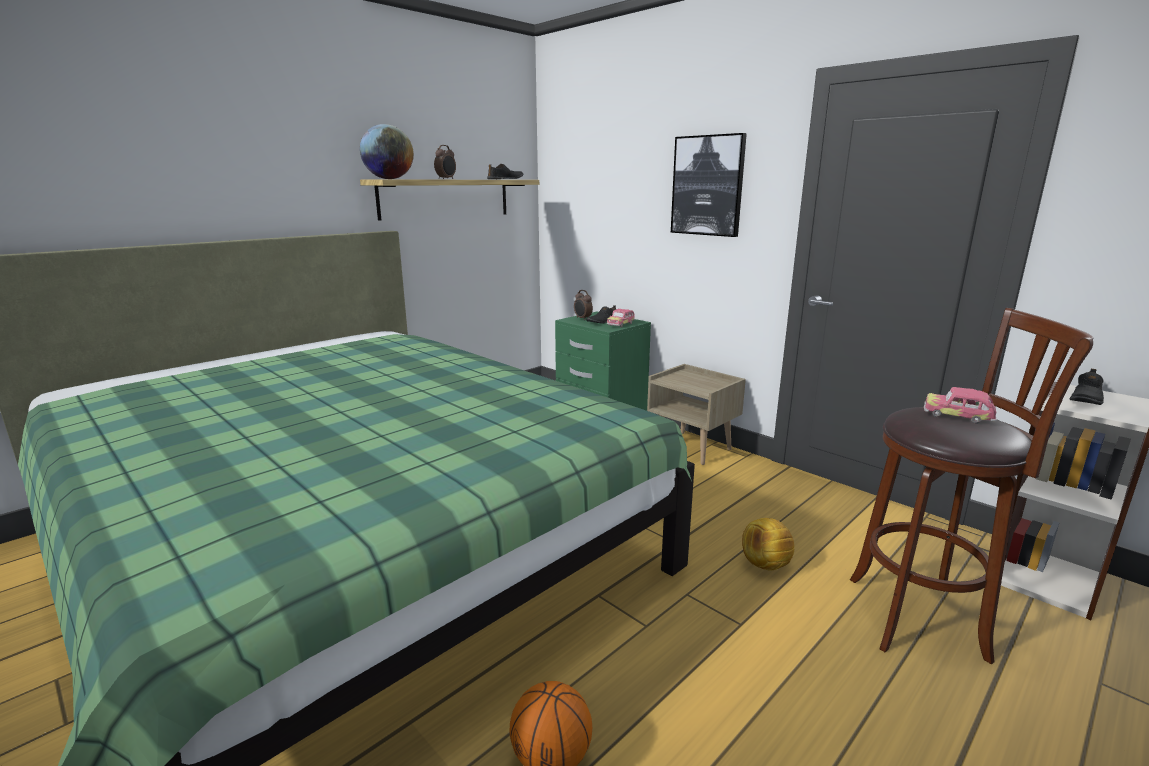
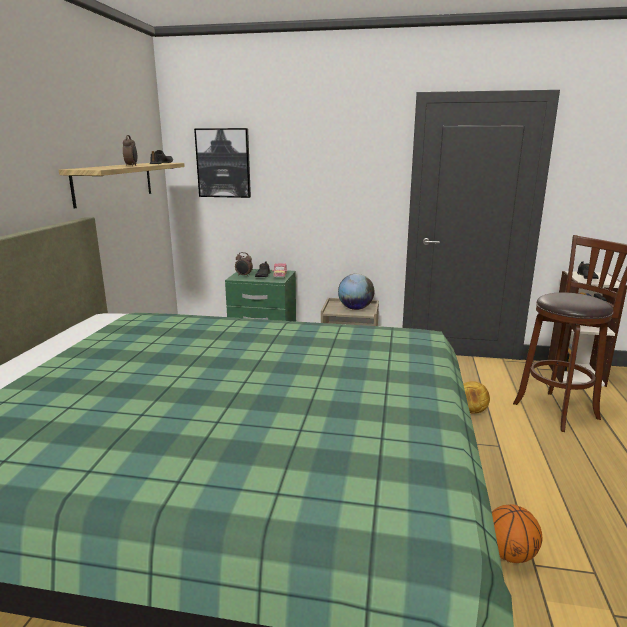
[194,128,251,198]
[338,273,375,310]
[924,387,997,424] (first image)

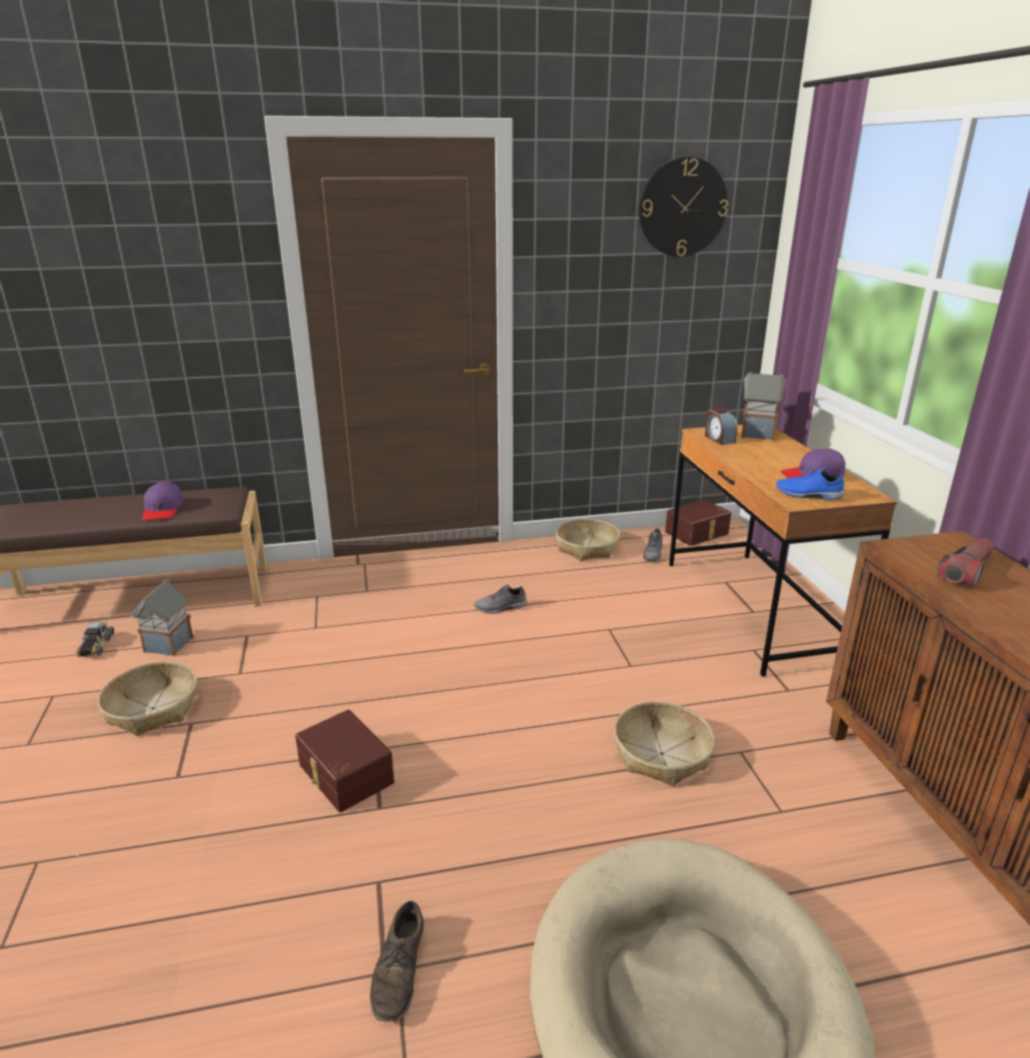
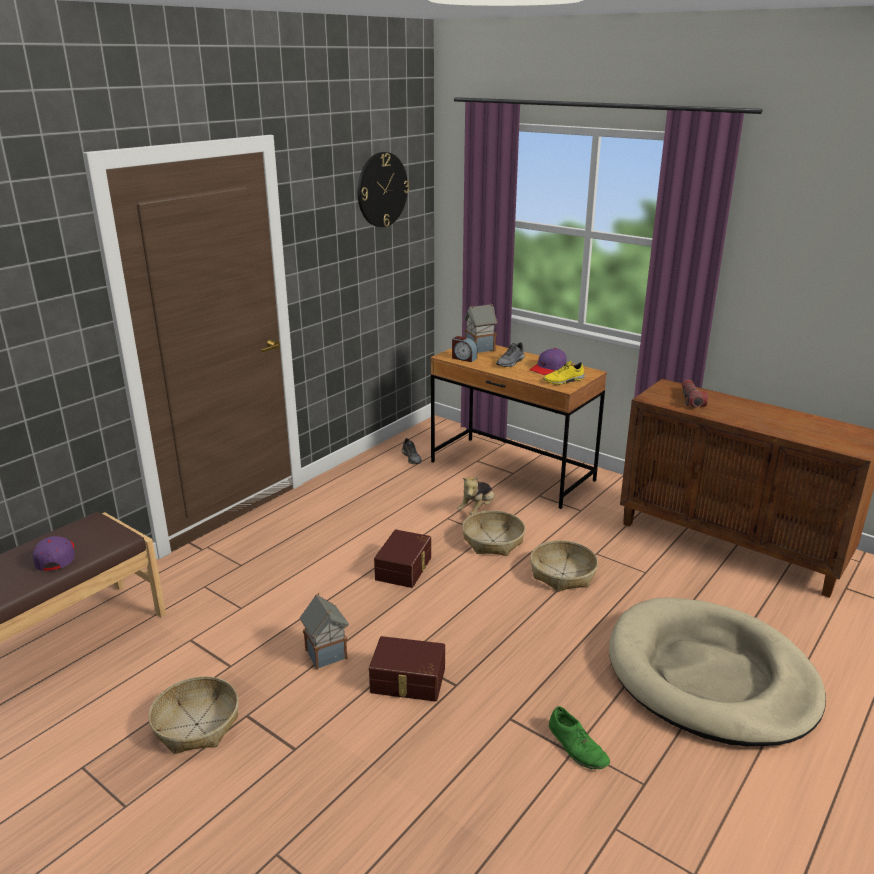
[33,536,75,571]
[300,593,349,670]
[374,530,431,588]
[457,476,495,515]
[462,510,525,556]
[496,342,525,367]
[543,361,585,385]
[549,706,610,769]
[76,617,114,657] (first image)

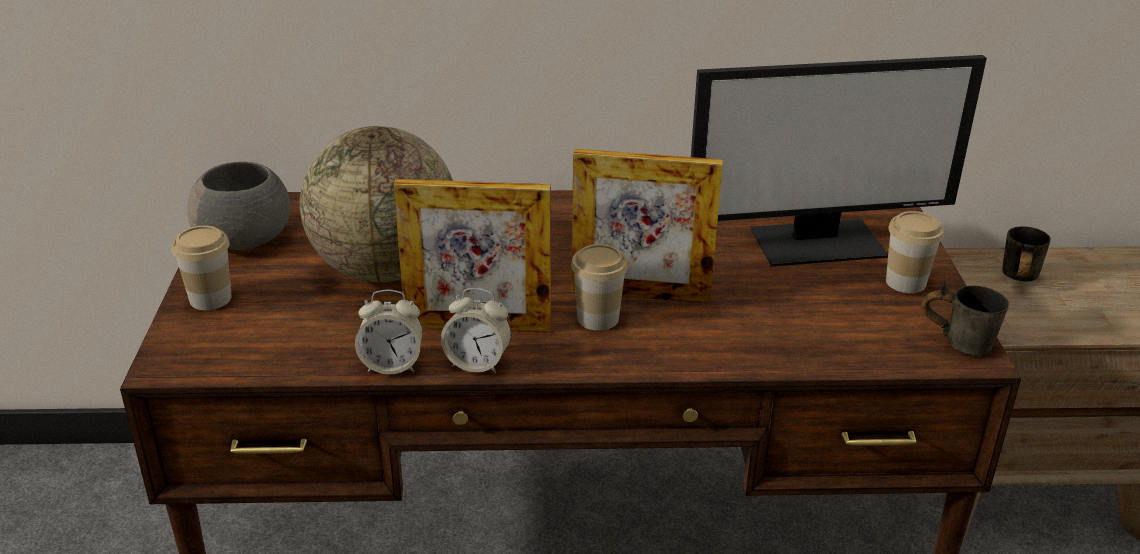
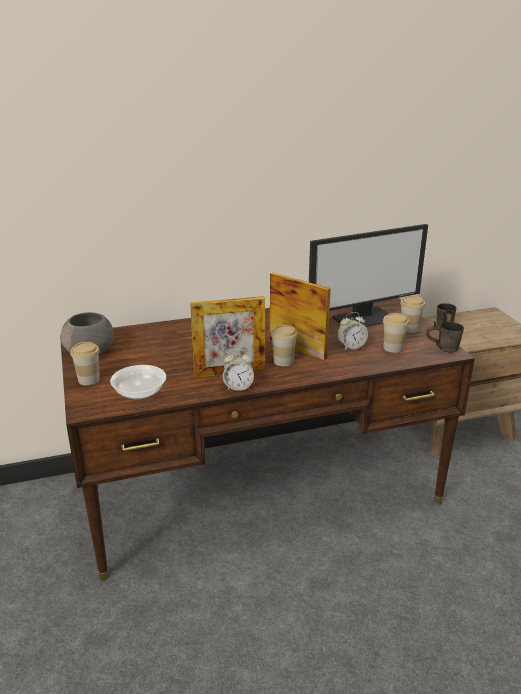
[110,365,166,399]
[270,272,331,360]
[337,312,368,350]
[383,313,409,353]
[300,126,453,282] (first image)

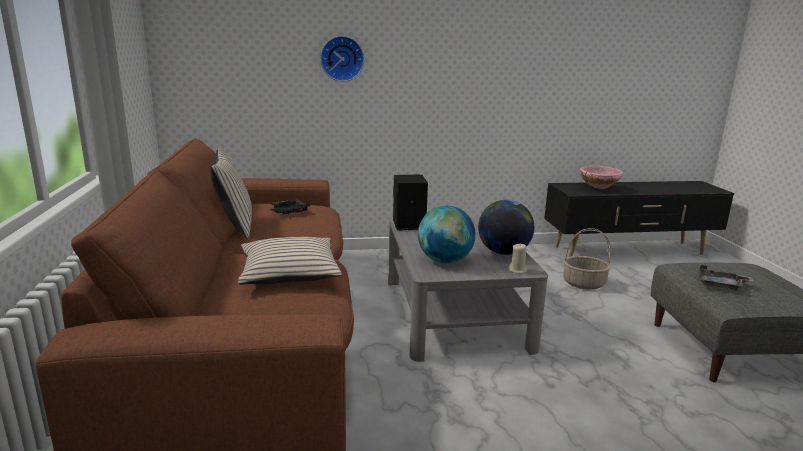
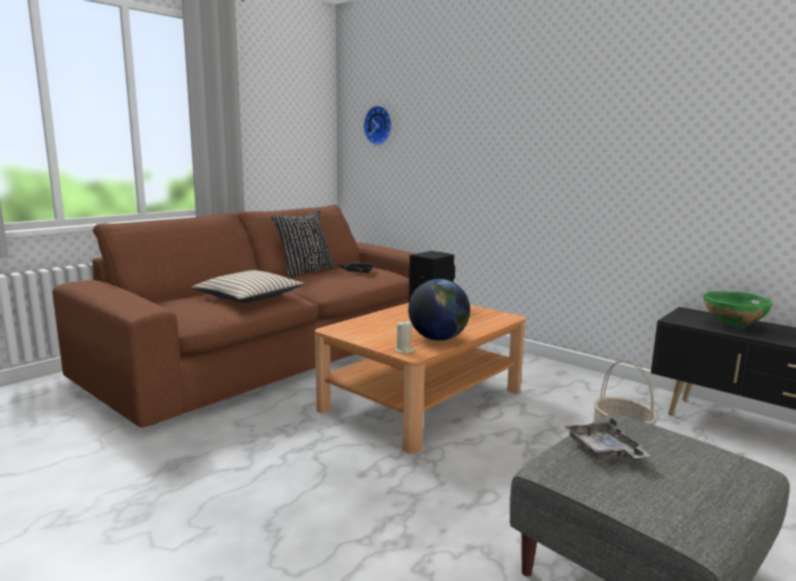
[271,210,336,279]
[315,303,526,454]
[364,106,392,146]
[704,291,773,326]
[418,206,476,263] (first image)

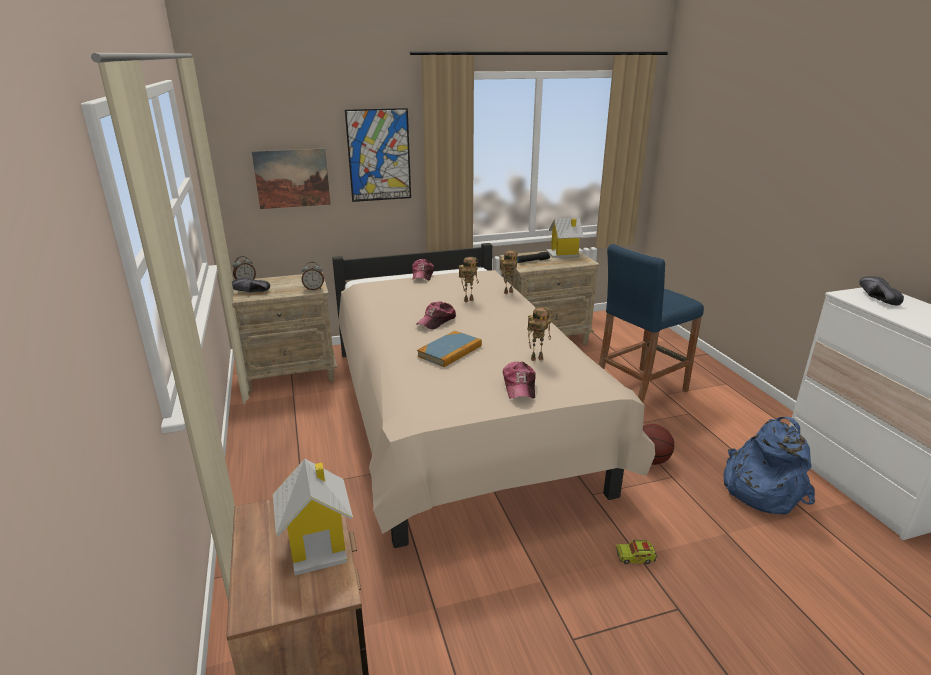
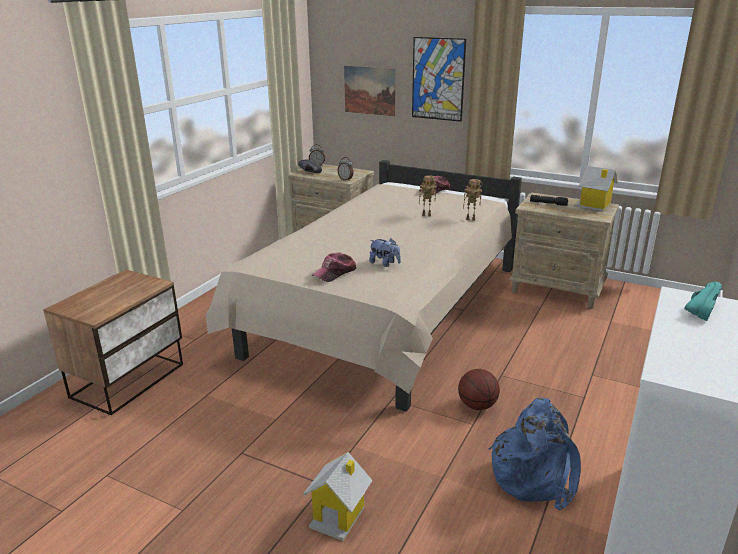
[303,452,373,541]
[369,238,401,267]
[684,281,722,321]
[417,301,456,330] (first image)
[417,331,482,367] (first image)
[599,244,704,403] (first image)
[615,538,657,564] (first image)

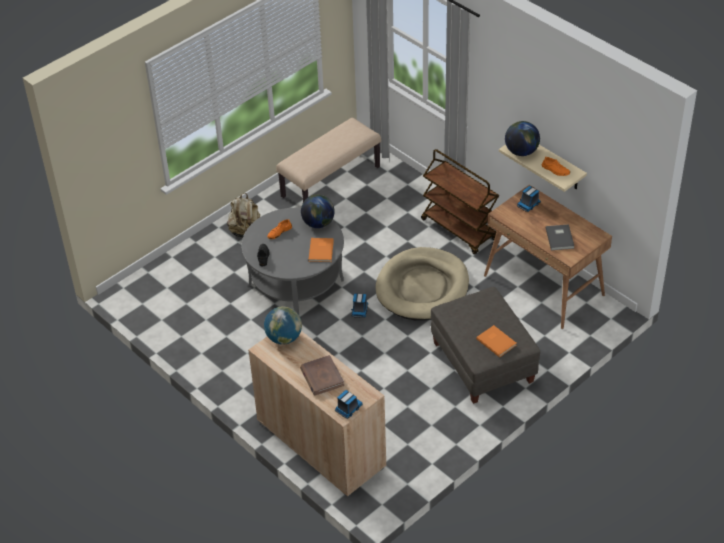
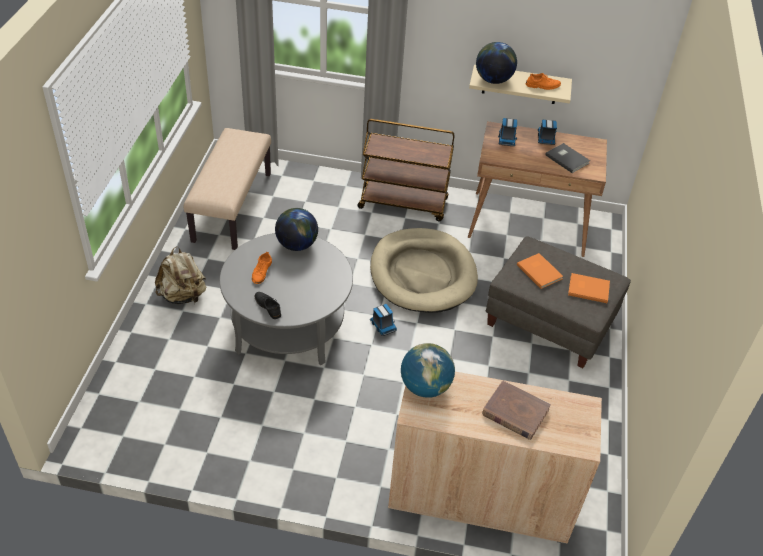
[517,253,563,289]
[538,120,557,145]

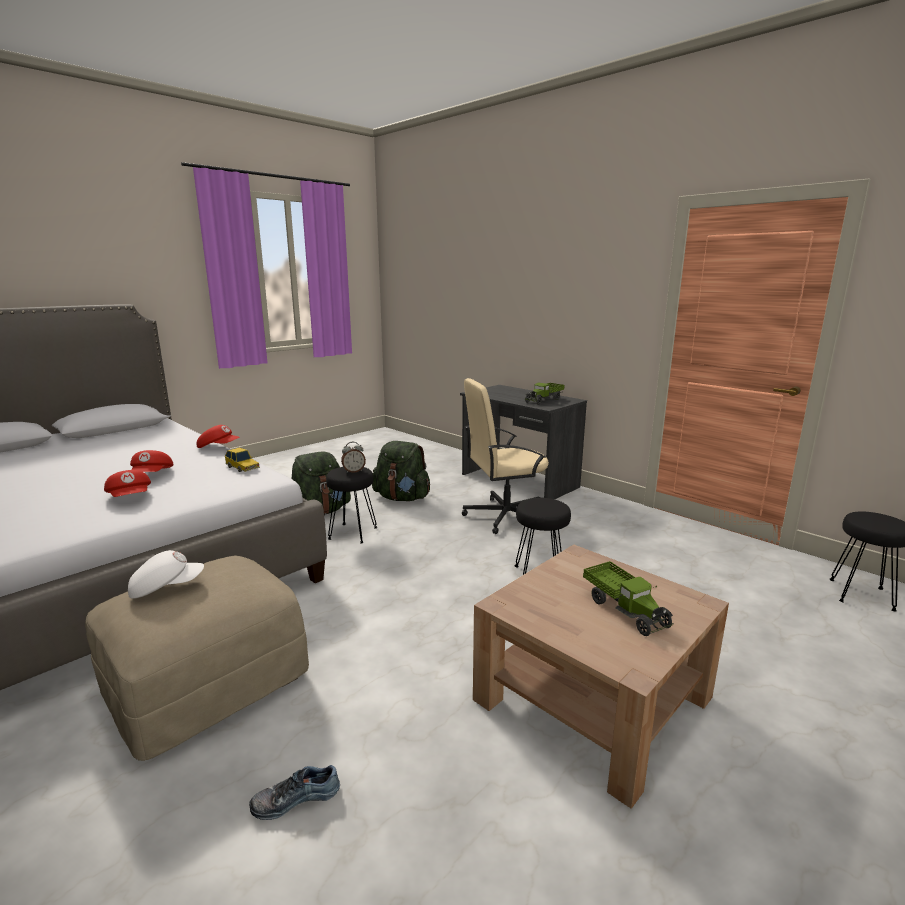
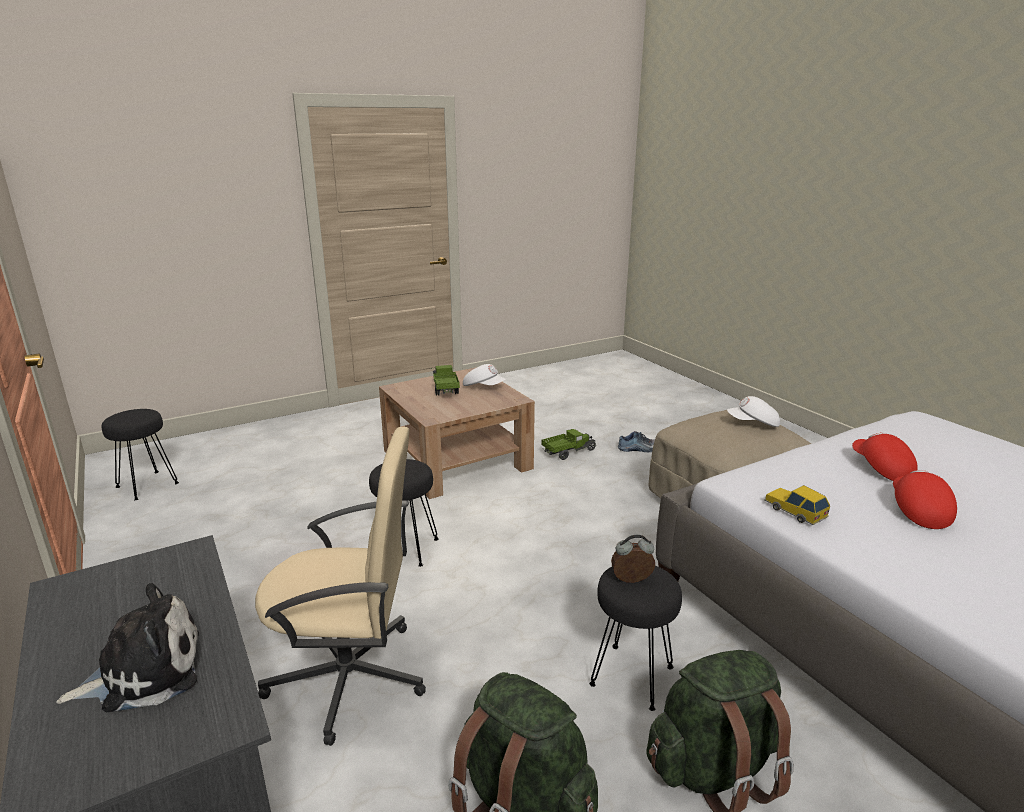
[56,583,199,712]
[463,364,505,386]
[541,429,597,460]
[196,425,240,448] (first image)

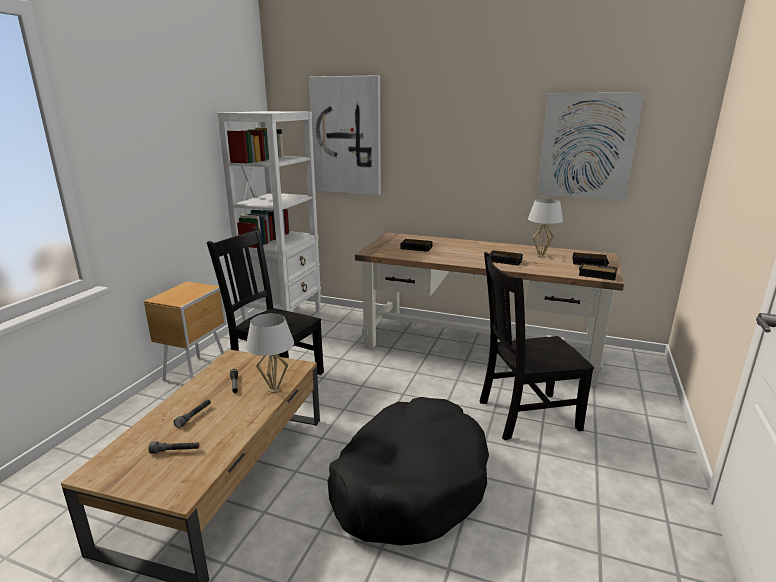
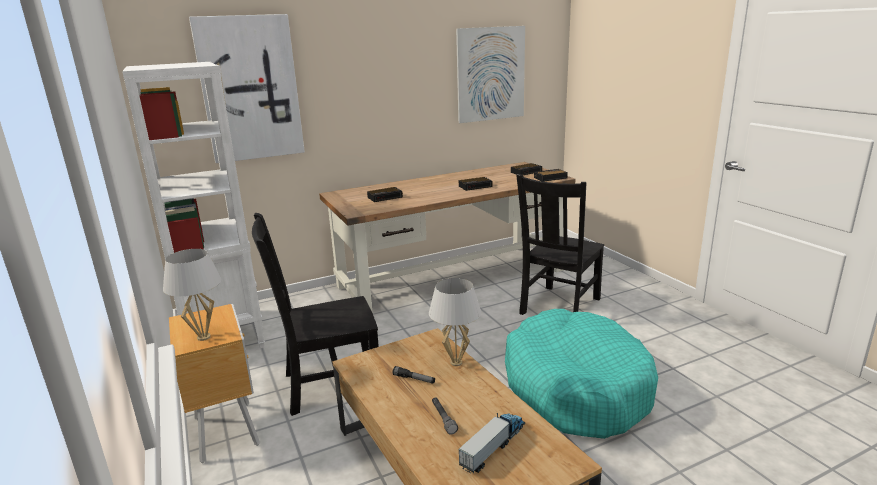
[163,249,222,341]
[458,413,525,473]
[505,309,658,439]

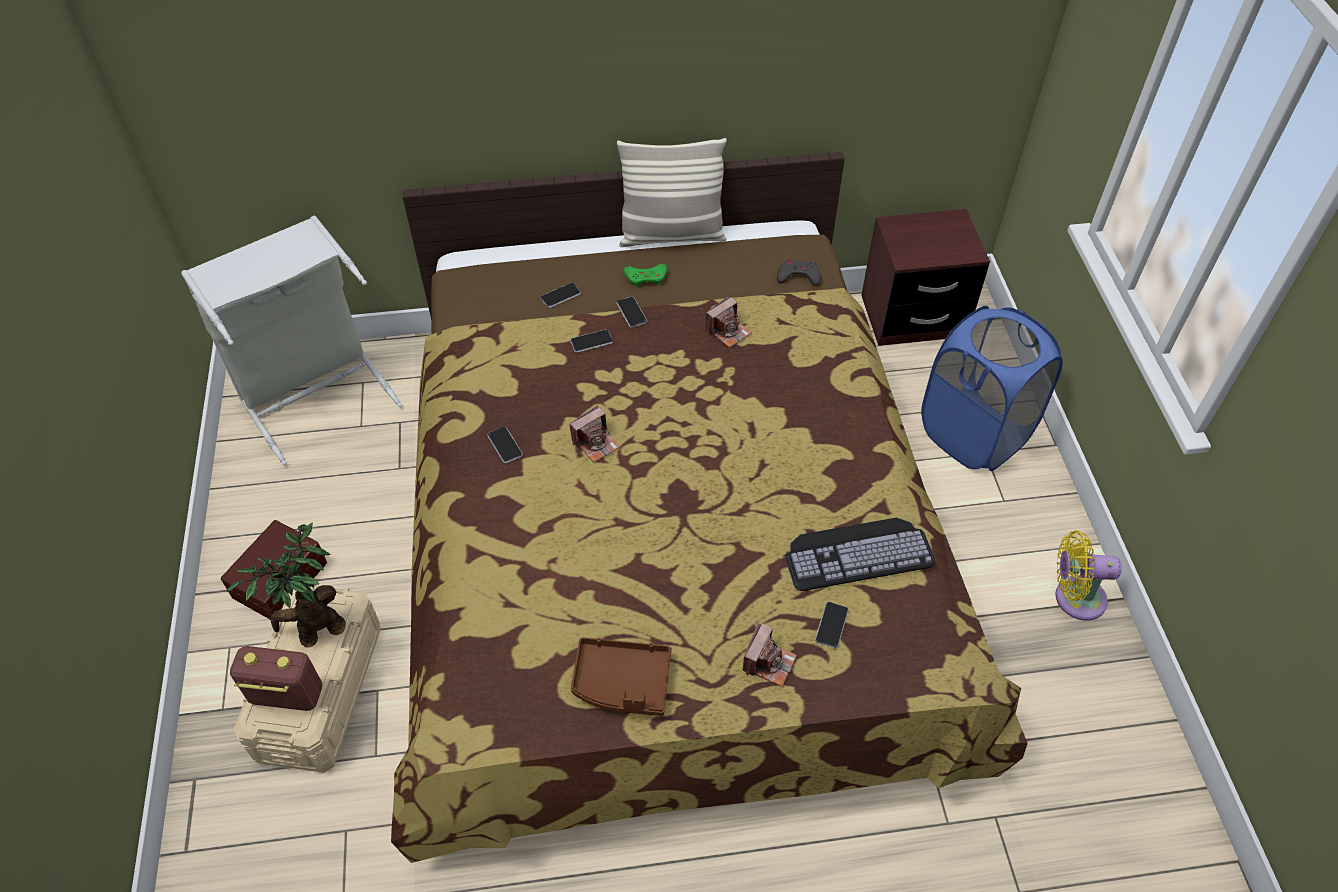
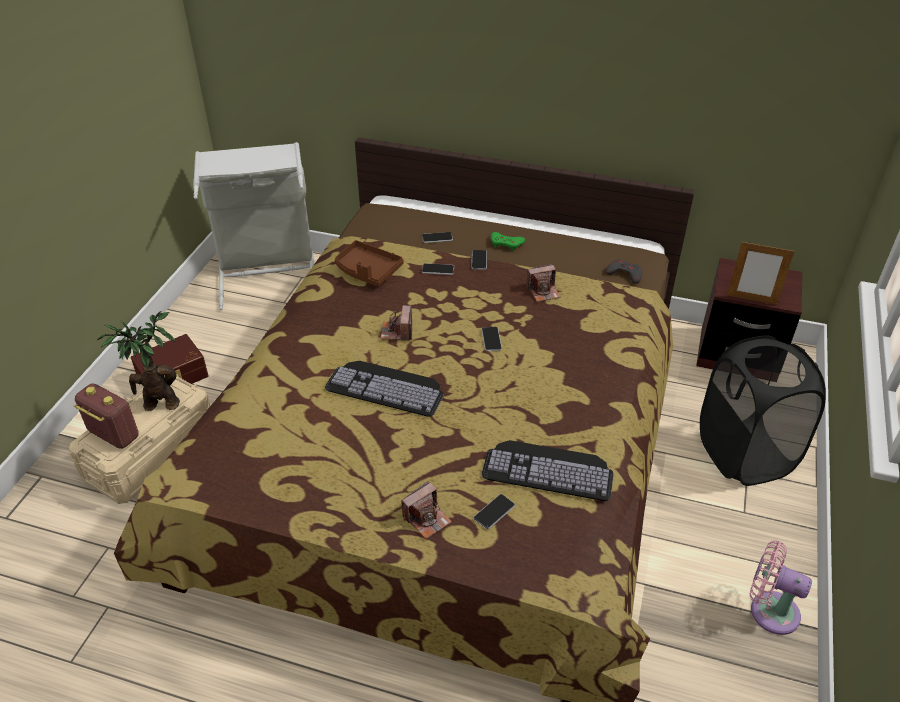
[325,361,444,416]
[335,240,404,287]
[381,305,412,341]
[481,327,502,351]
[700,336,826,486]
[727,241,795,305]
[749,540,812,635]
[617,138,727,247] (first image)

